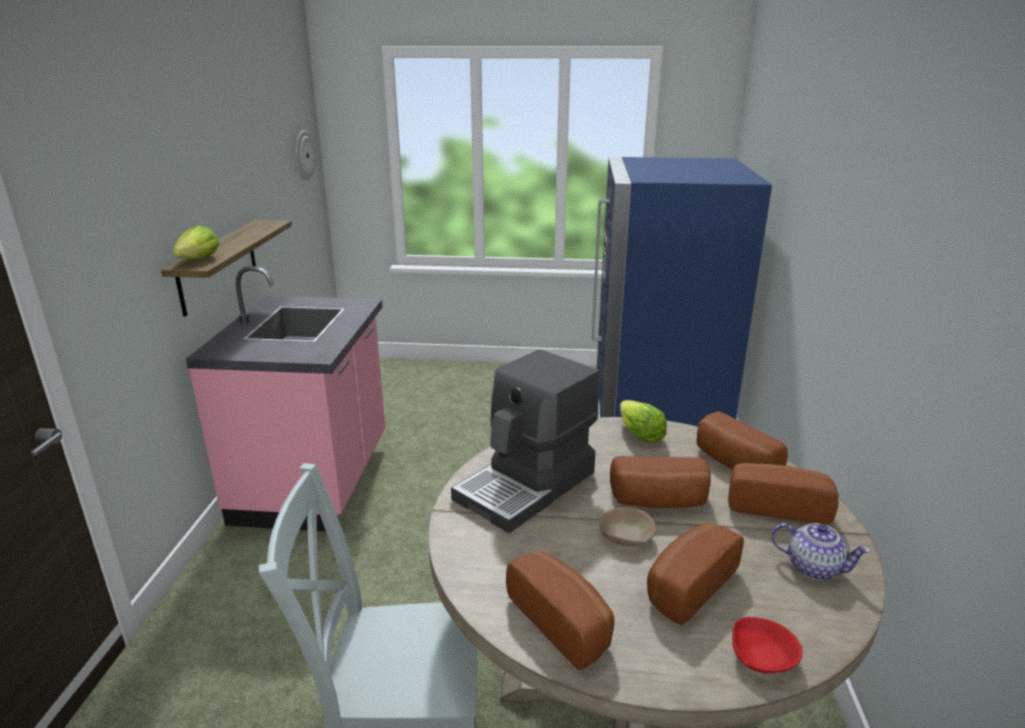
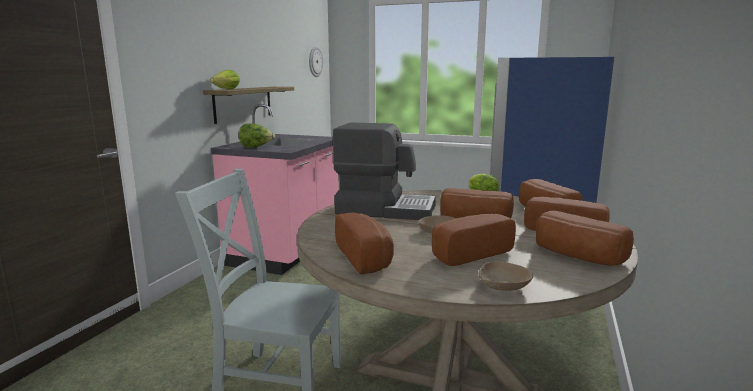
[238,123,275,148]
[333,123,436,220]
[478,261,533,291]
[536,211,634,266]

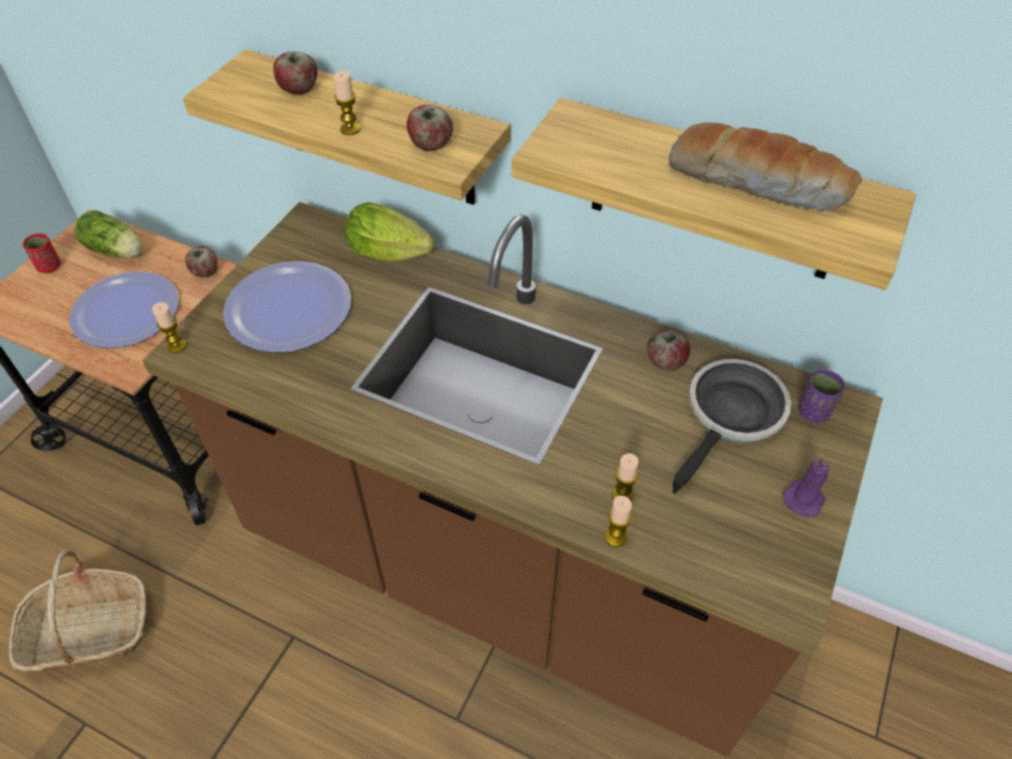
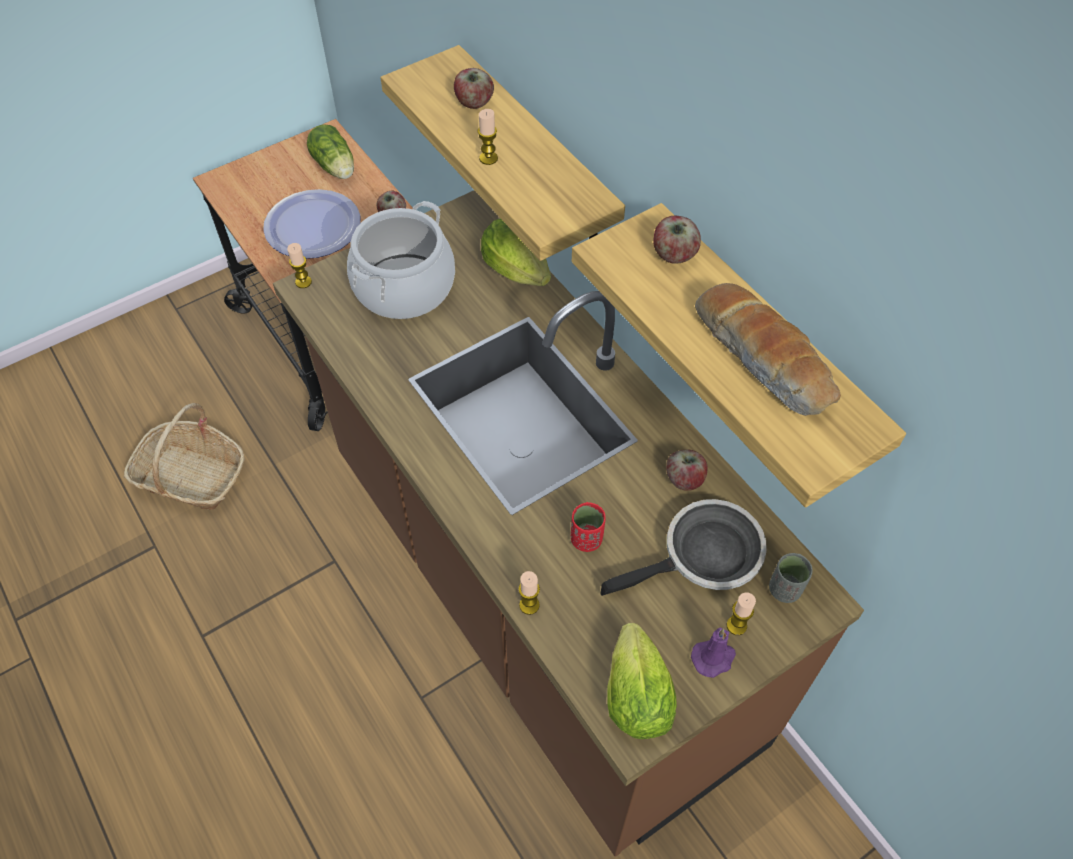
[347,201,455,319]
[571,502,606,552]
[607,623,677,739]
[653,216,701,264]
[727,593,756,635]
[769,553,813,603]

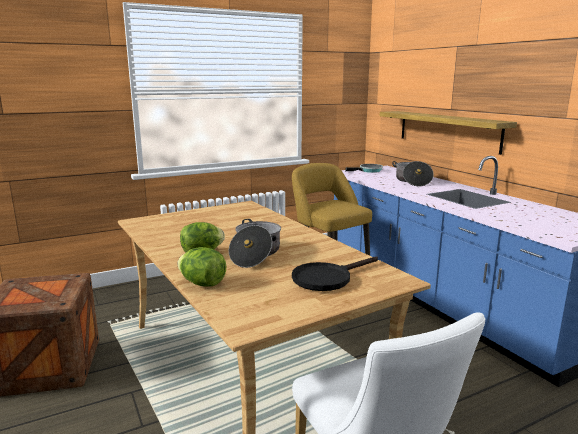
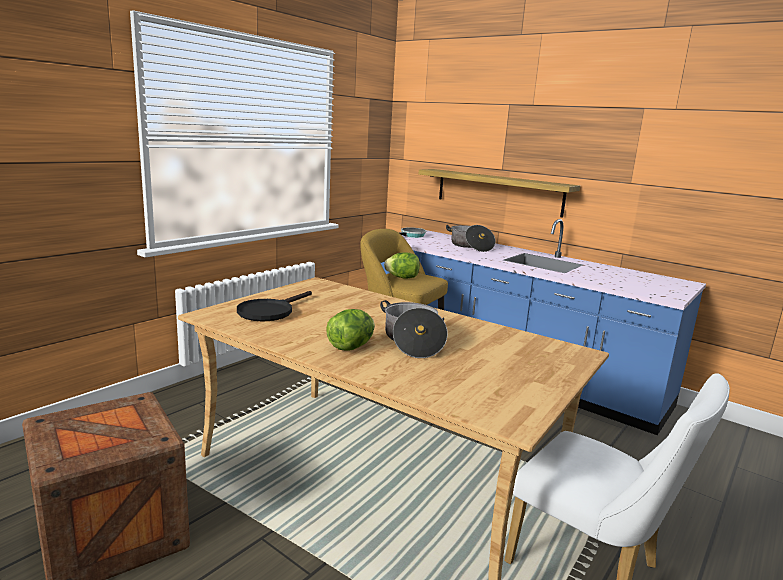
[237,291,312,321]
[384,253,420,279]

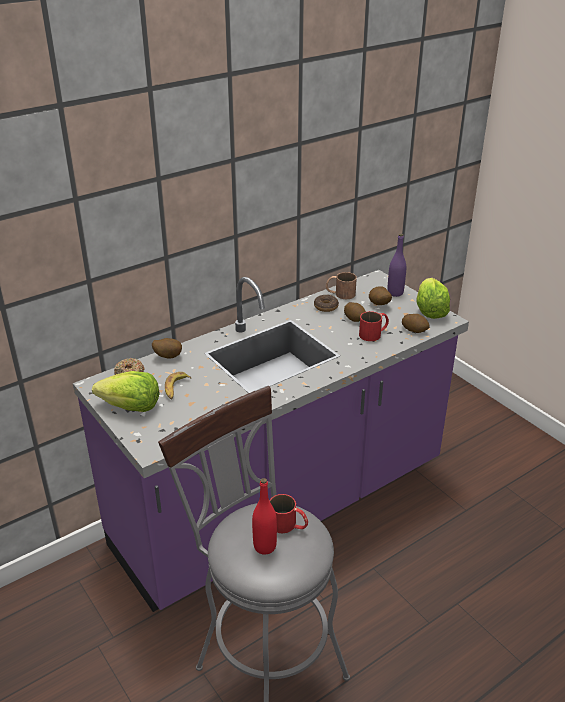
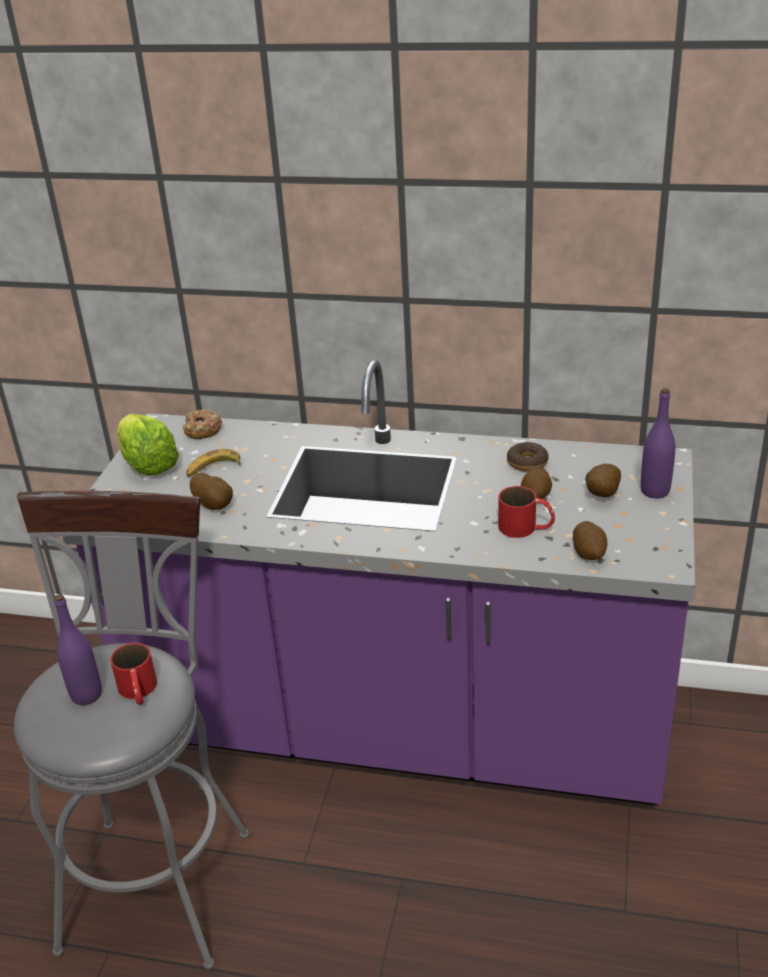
[54,594,102,705]
[190,473,233,510]
[326,272,357,299] (first image)
[416,278,450,319] (first image)

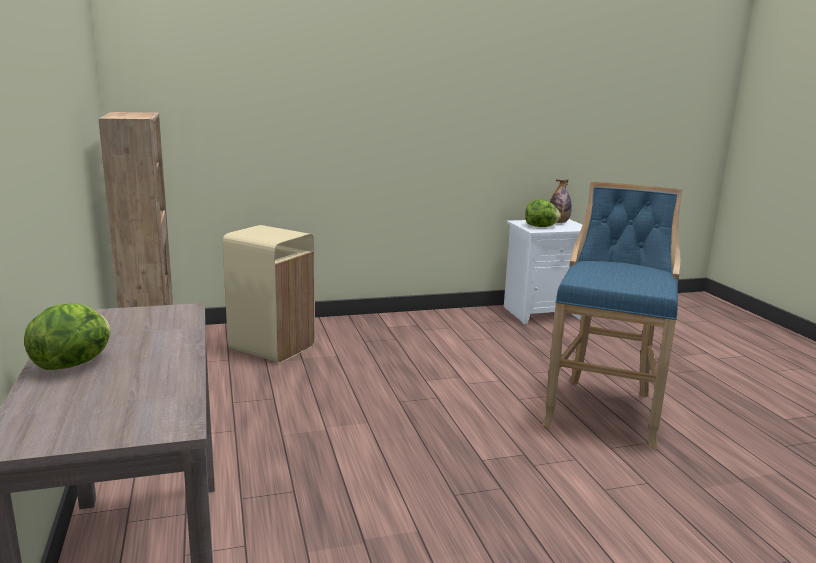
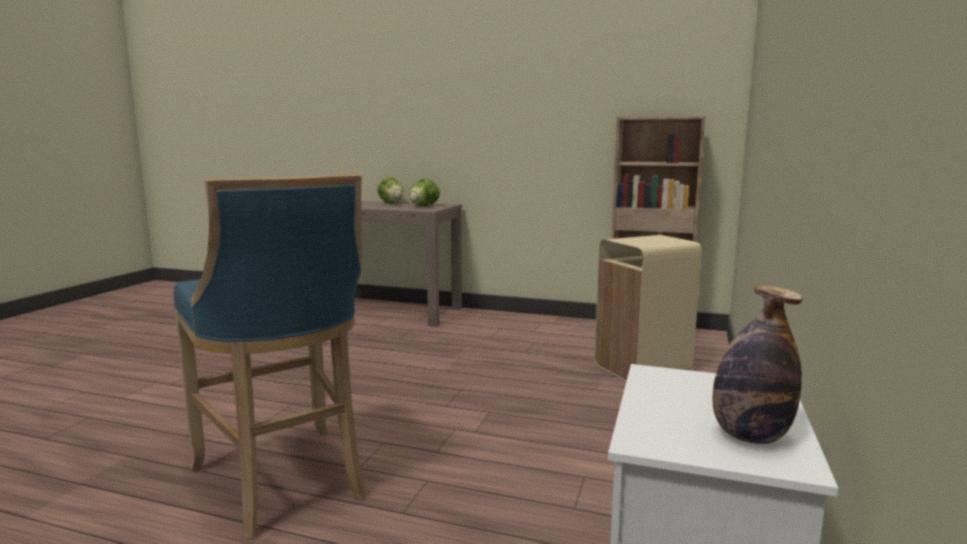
[409,179,440,206]

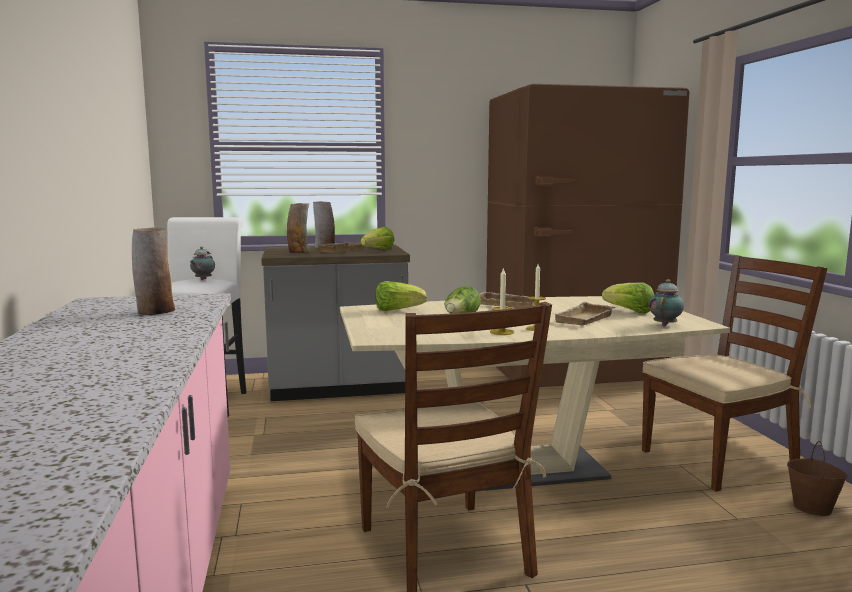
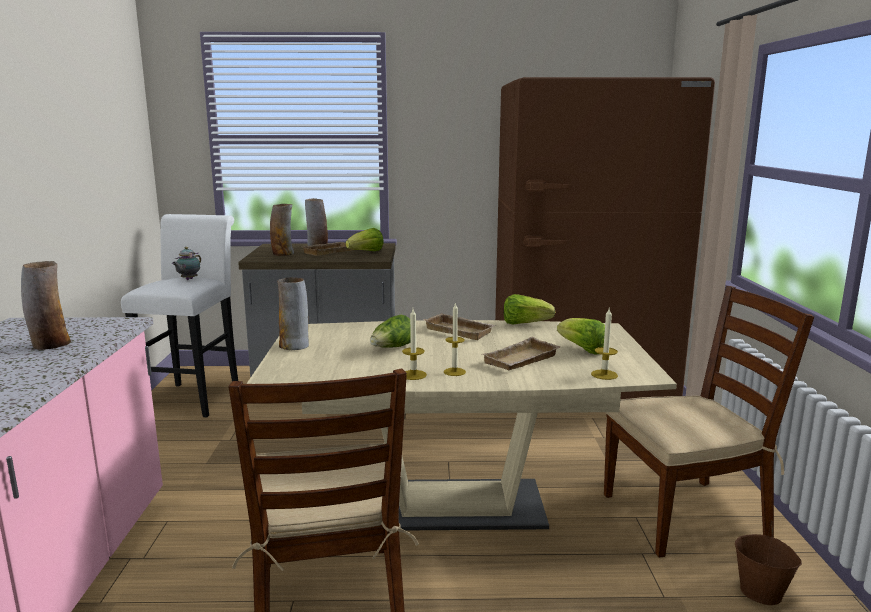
[277,277,309,350]
[504,294,555,325]
[591,309,618,380]

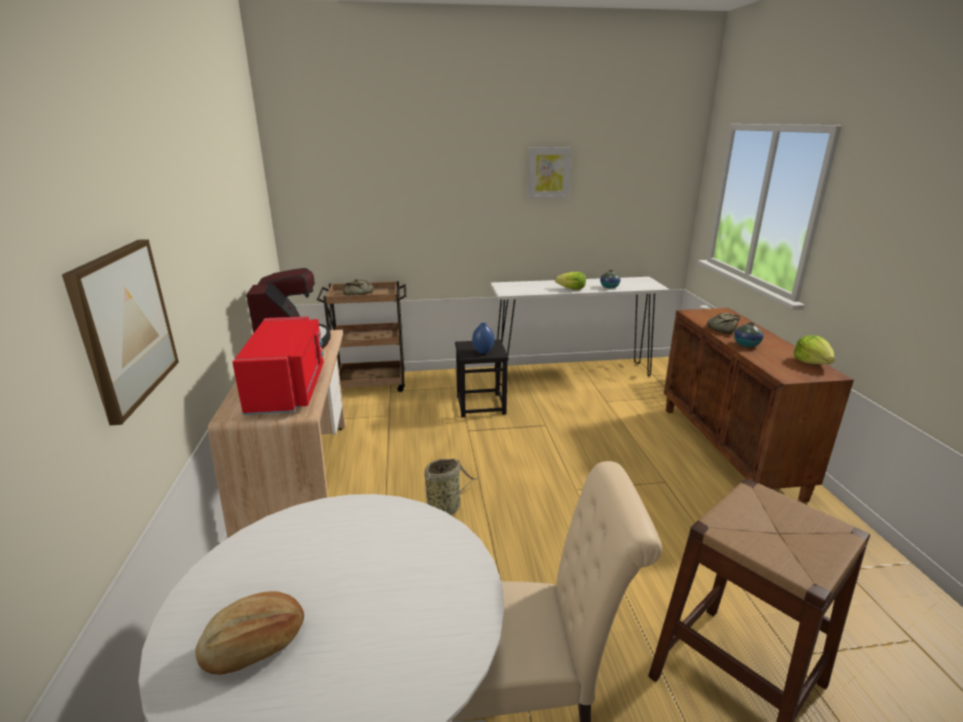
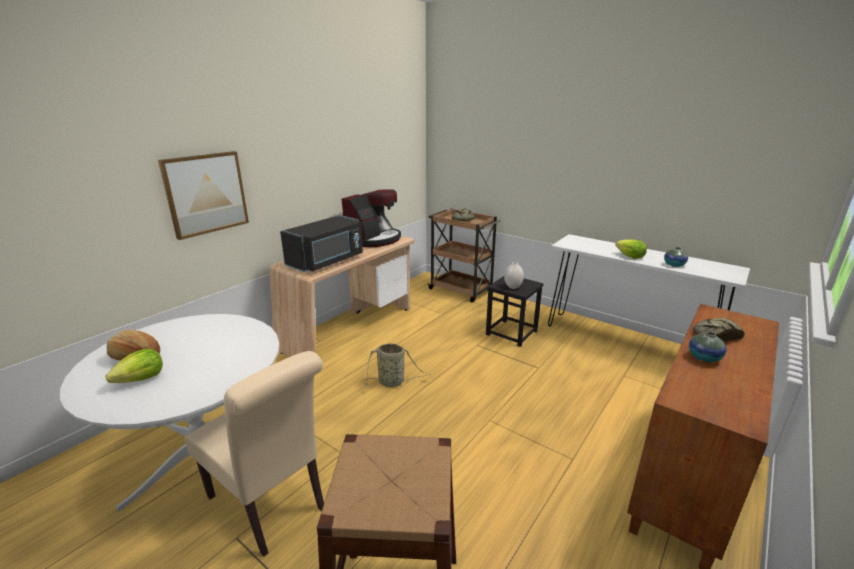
[105,349,163,383]
[280,215,363,272]
[504,262,524,289]
[528,147,572,199] (first image)

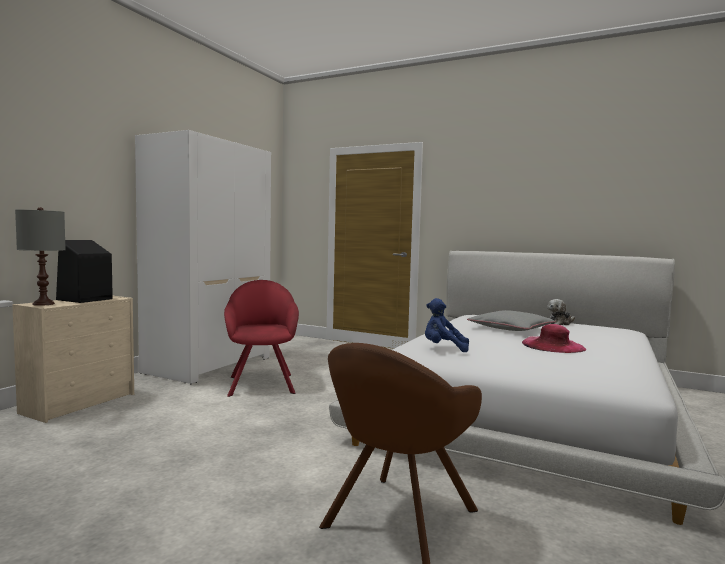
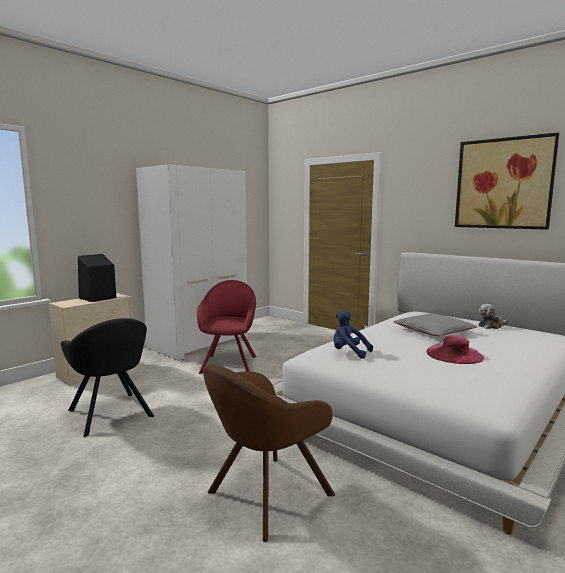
[61,318,154,437]
[455,132,559,230]
[15,207,66,306] (first image)

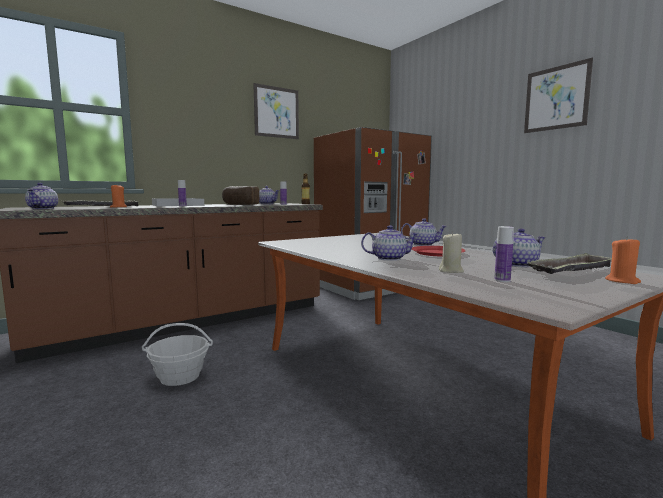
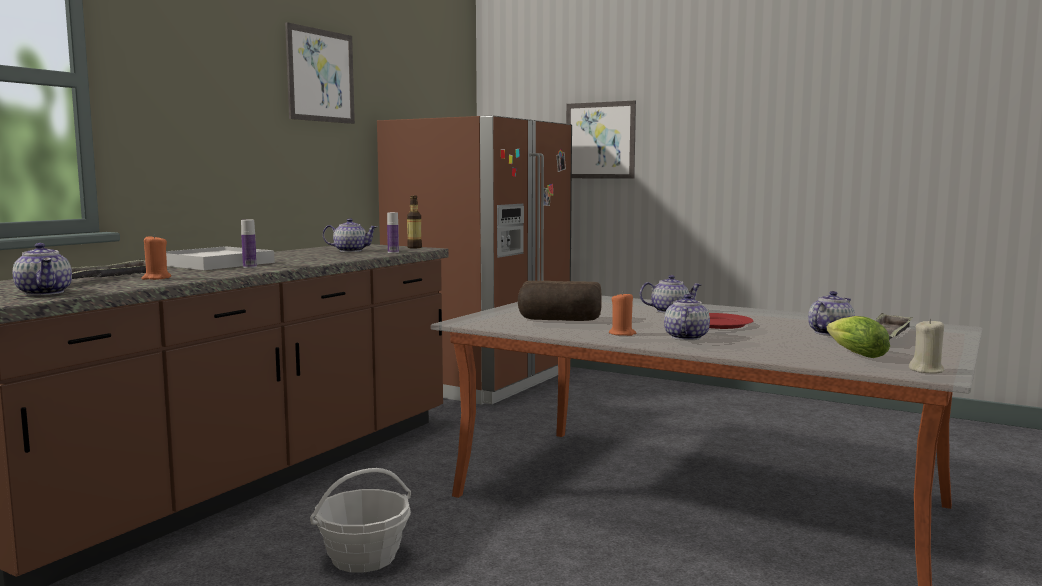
[518,281,602,321]
[566,101,636,179]
[609,292,636,336]
[664,294,710,340]
[826,316,890,358]
[909,319,944,374]

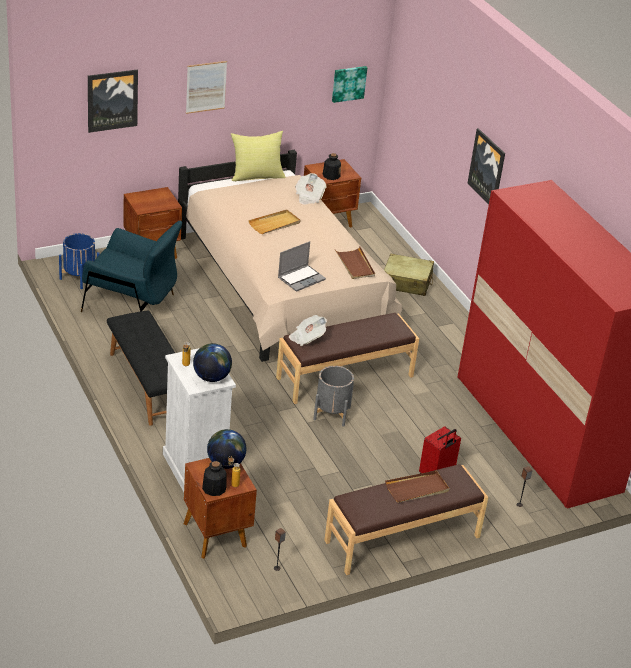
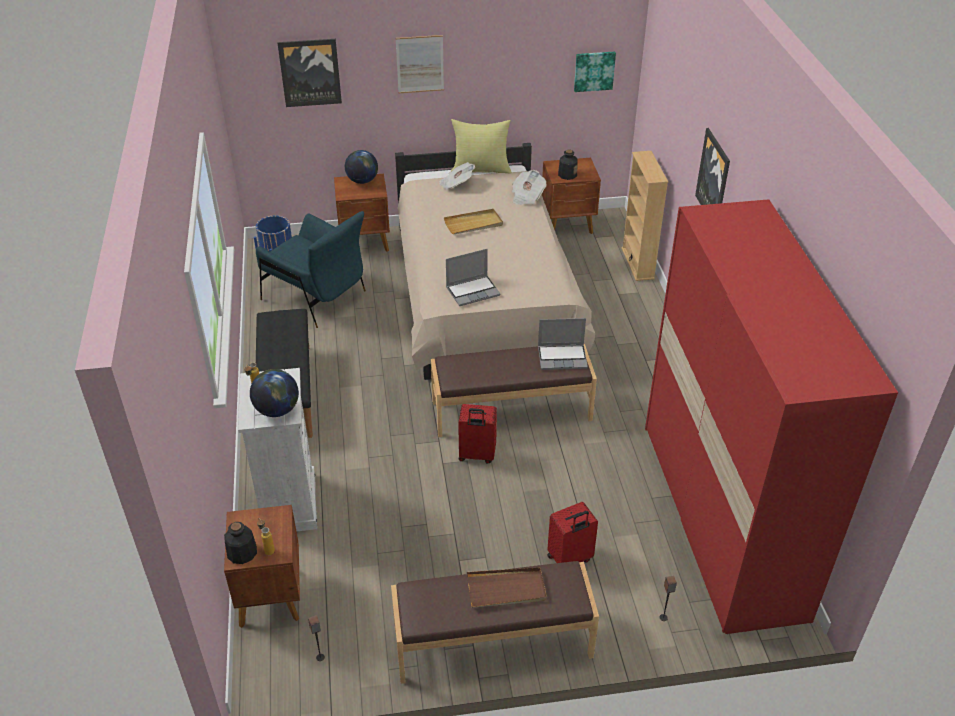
[345,150,378,184]
[439,162,475,190]
[458,404,497,464]
[538,318,588,370]
[621,151,668,281]
[335,247,375,279] (first image)
[384,253,434,296] (first image)

